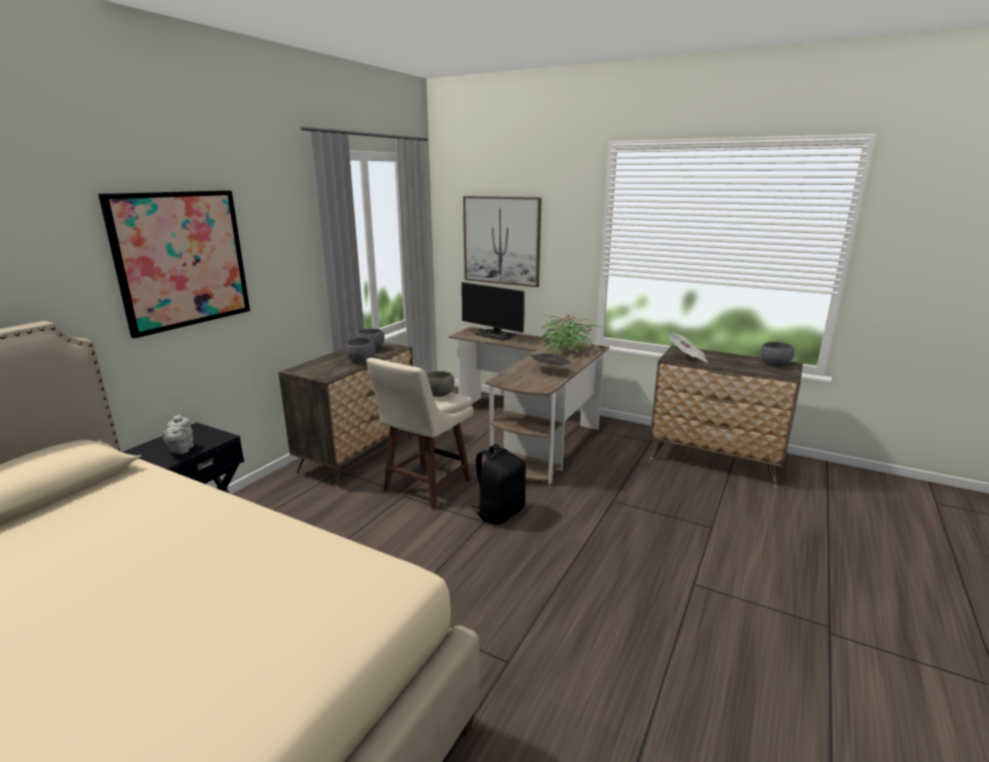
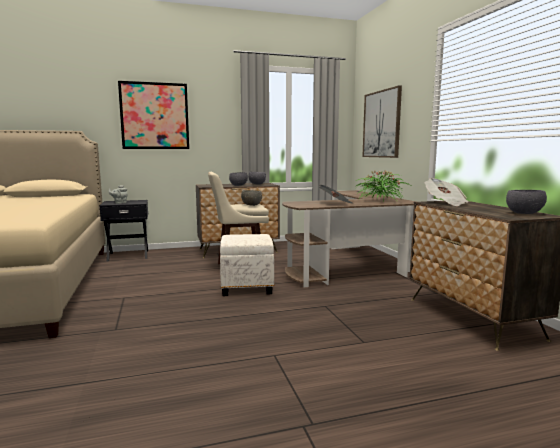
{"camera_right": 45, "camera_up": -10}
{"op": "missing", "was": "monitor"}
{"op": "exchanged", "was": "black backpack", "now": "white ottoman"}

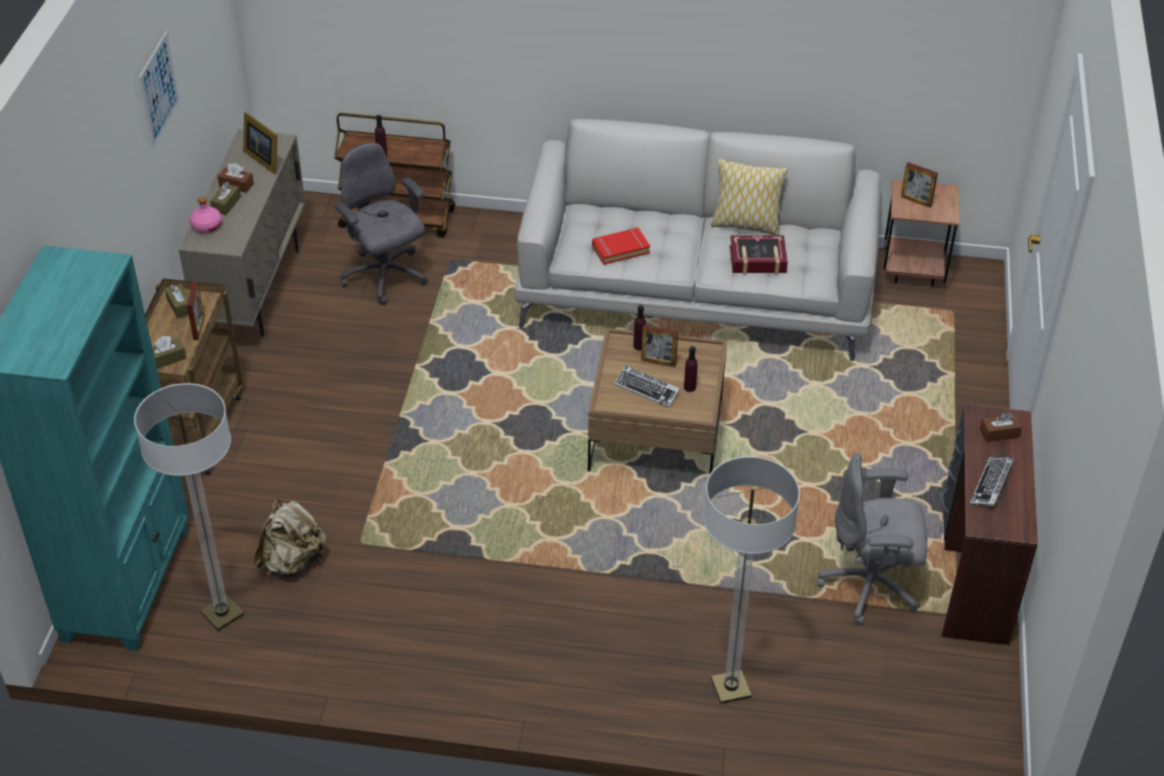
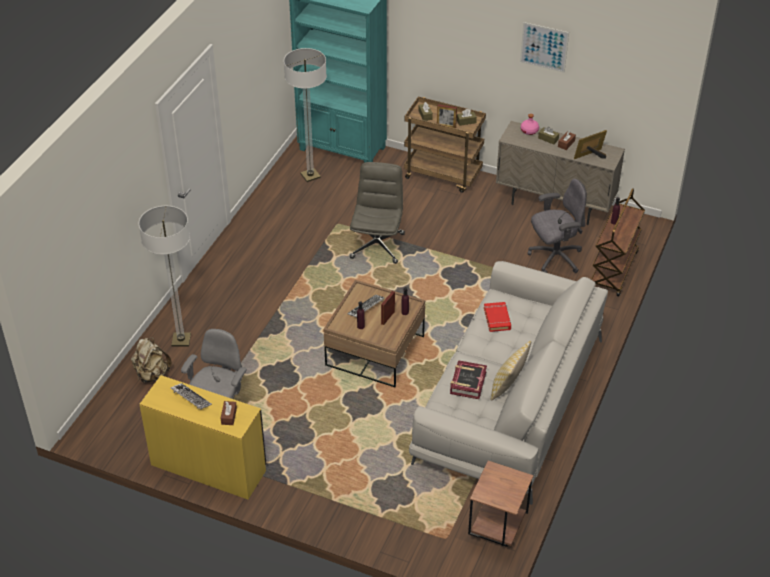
{"camera_right": 105, "camera_up": 0}
{"op": "missing", "was": "picture frame (no. 4 from left)"}
{"op": "appeared", "now": "grey office chair (no. 2 from left)"}
{"op": "relocated", "was": "beige backpack"}
{"op": "colour", "was": "brown desk", "now": "yellow desk"}

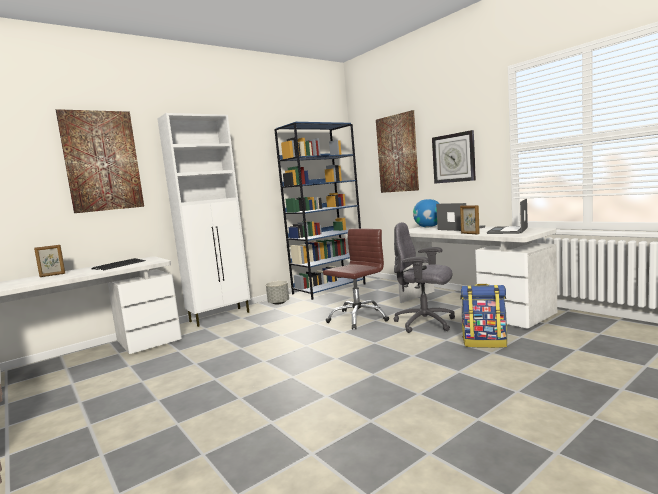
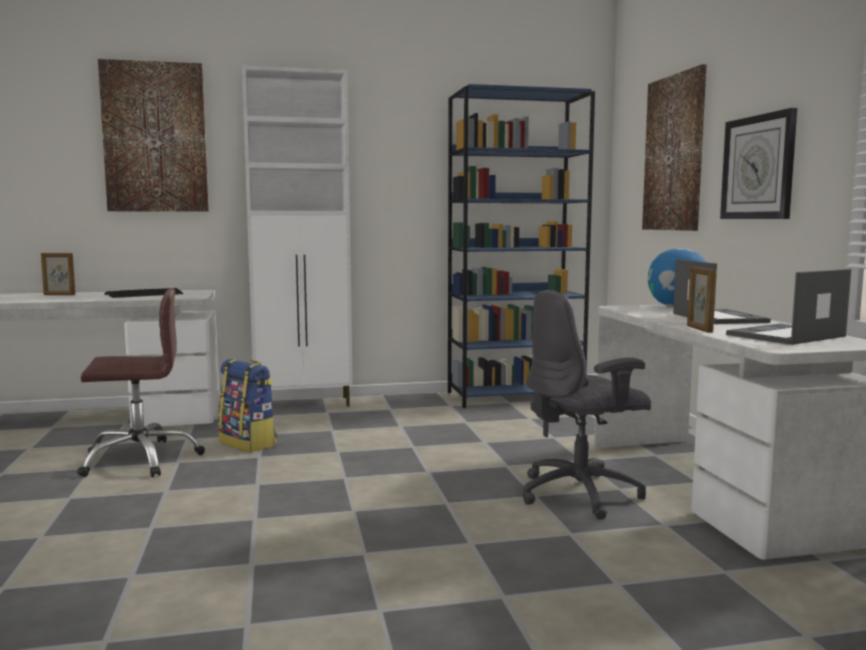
{"camera_right": 25, "camera_up": 0}
{"op": "missing", "was": "grey planter"}
{"op": "relocated", "was": "brown office chair"}
{"op": "relocated", "was": "backpack"}
{"op": "spun", "was": "grey office chair", "clockwise": -75}

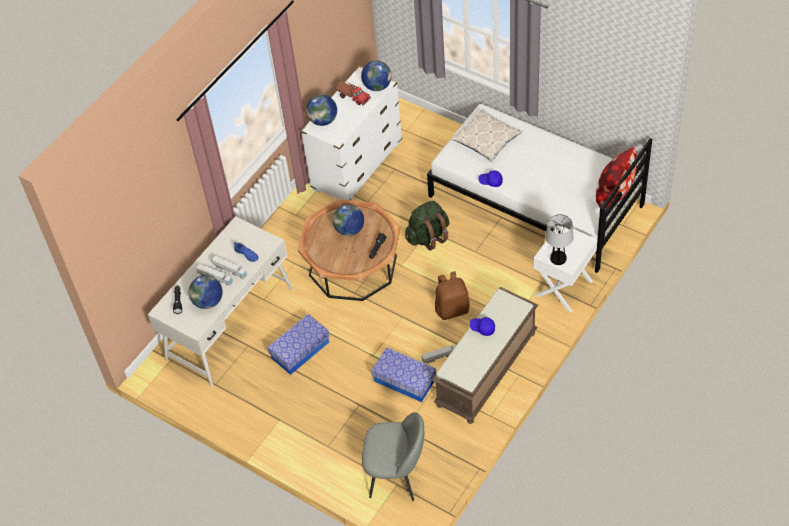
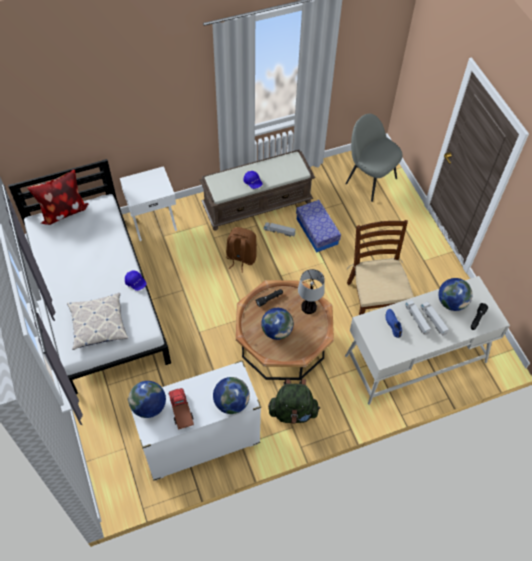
{"camera_right": -150, "camera_up": 5}
{"op": "relocated", "was": "green backpack"}
{"op": "relocated", "was": "table lamp"}
{"op": "exchanged", "was": "storage box (no. 1 from left)", "now": "brown chair"}

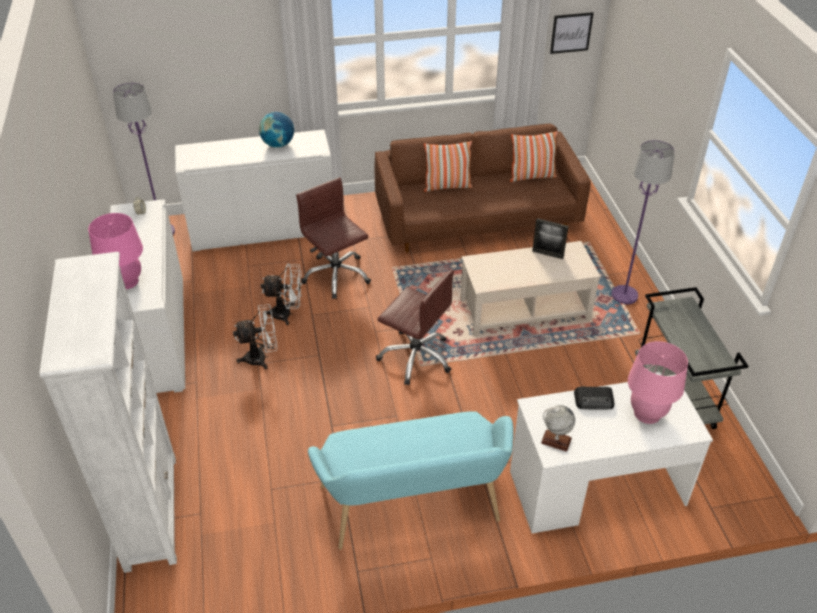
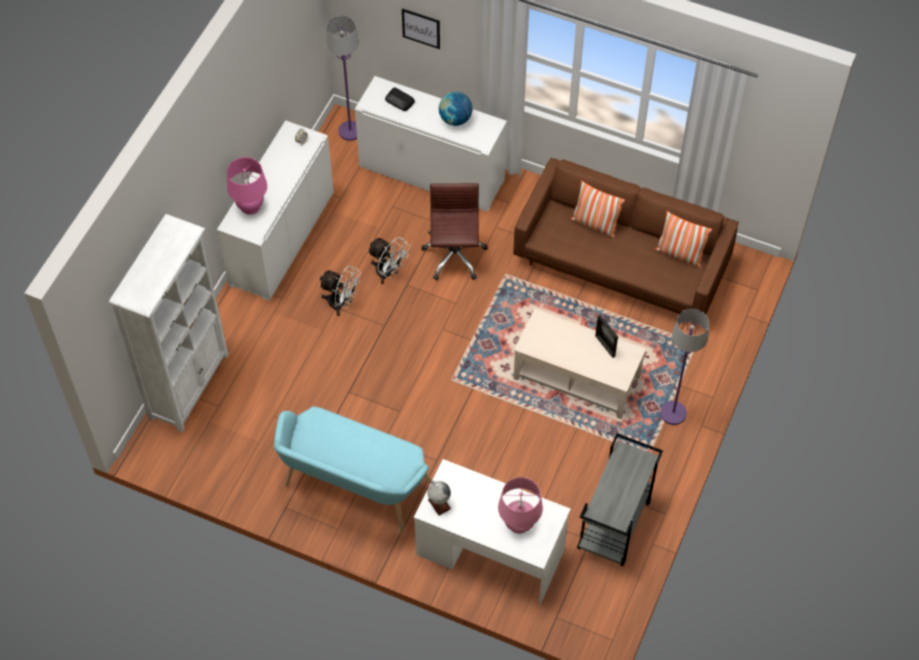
{"camera_right": 35, "camera_up": 15}
{"op": "missing", "was": "brown office chair (no. 2 from left)"}
{"op": "relocated", "was": "picture"}
{"op": "relocated", "was": "radio"}

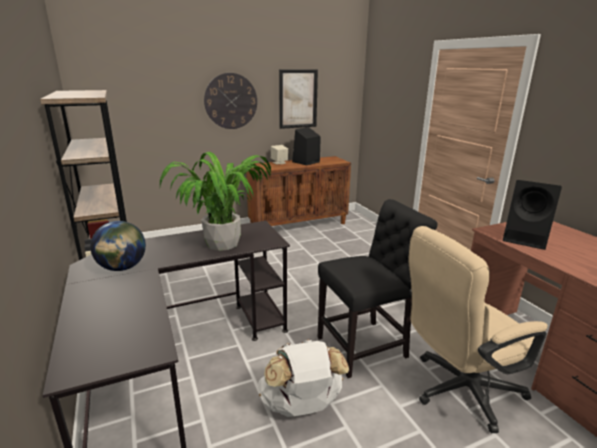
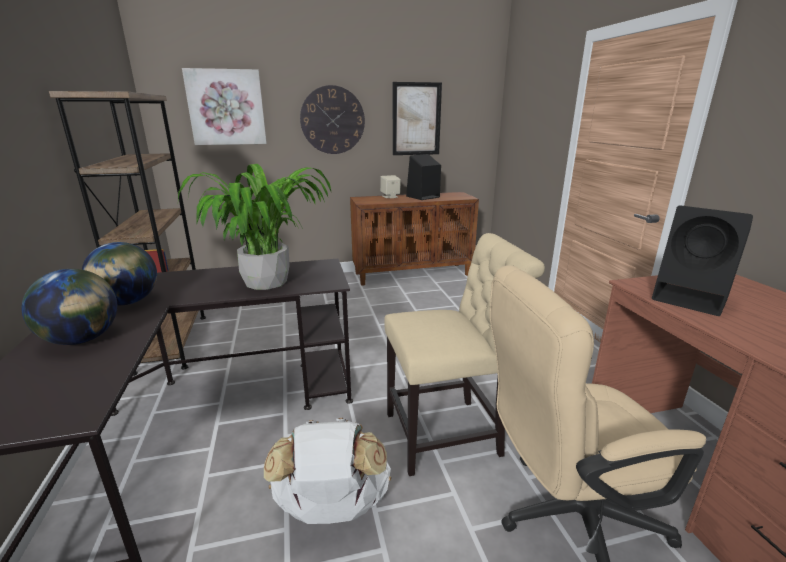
{"camera_right": 10, "camera_up": 0}
{"op": "appeared", "now": "globe (no. 1 from left)"}
{"op": "appeared", "now": "picture (no. 1 from left)"}
{"op": "colour", "was": "black chair", "now": "beige chair"}

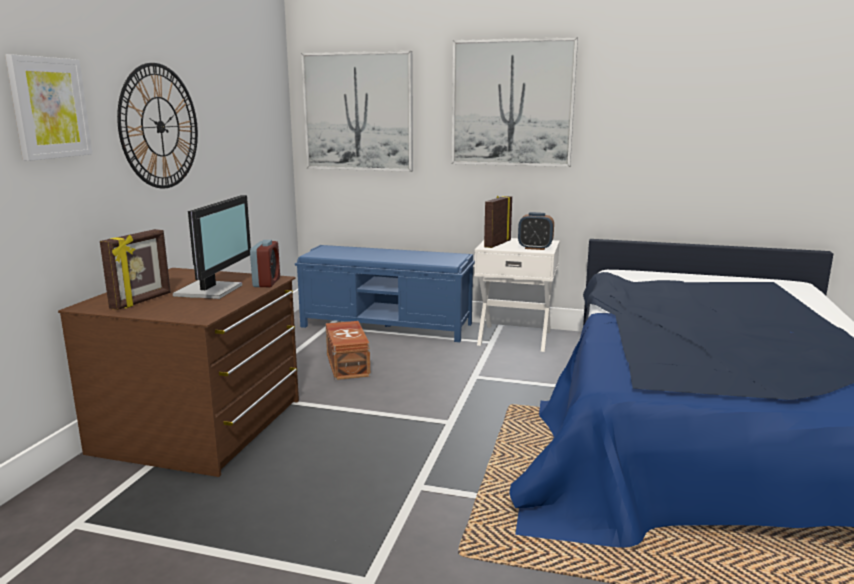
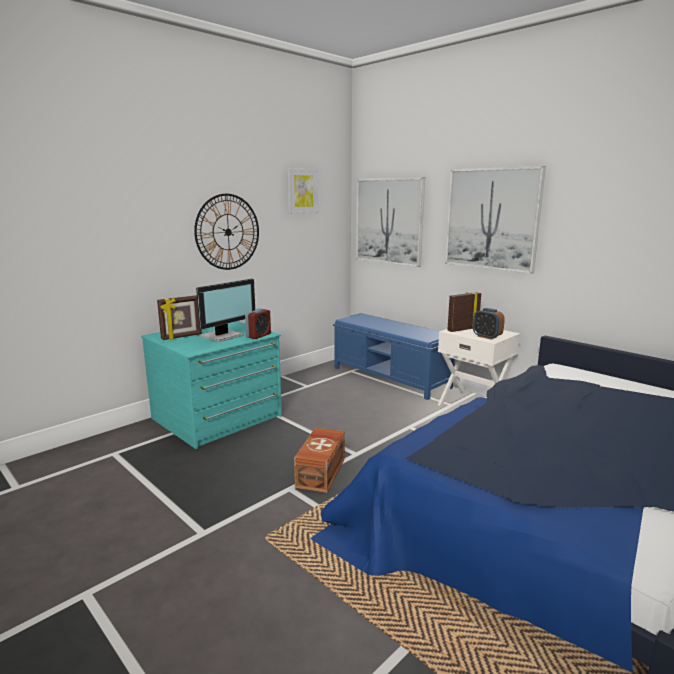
{"camera_right": 30, "camera_up": 0}
{"op": "relocated", "was": "picture (no. 1 from left)"}
{"op": "relocated", "was": "brown storage box"}
{"op": "colour", "was": "brown dresser", "now": "turquoise dresser"}

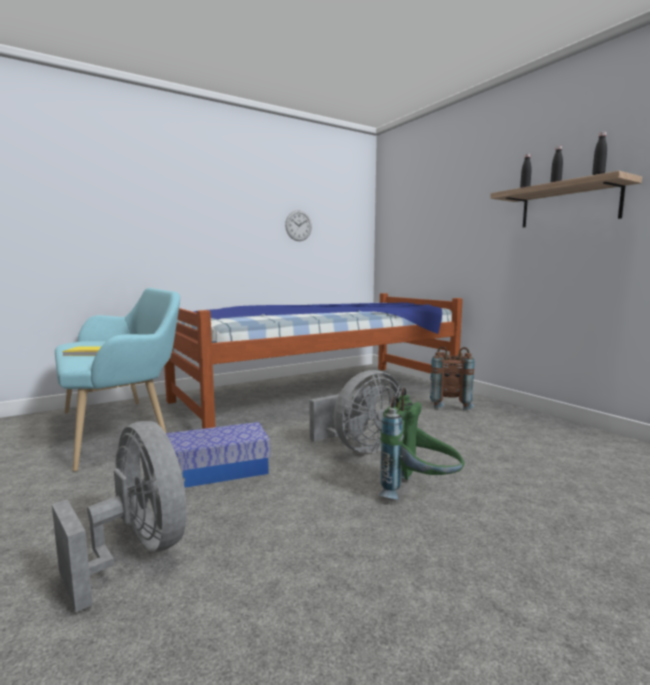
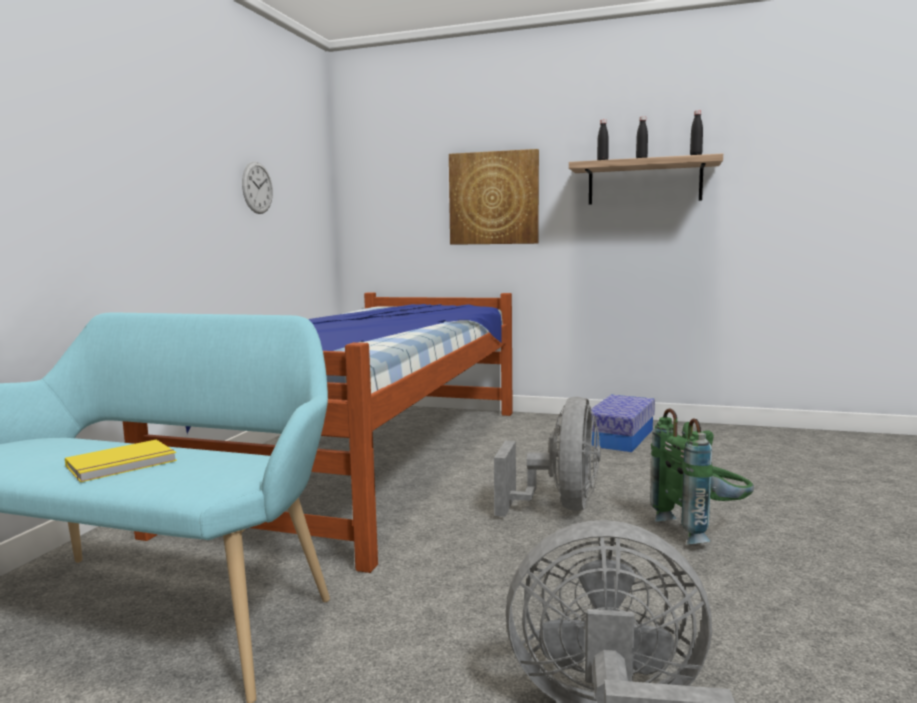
{"camera_right": -40, "camera_up": 0}
{"op": "missing", "was": "brown backpack"}
{"op": "appeared", "now": "picture"}
{"op": "relocated", "was": "storage box"}

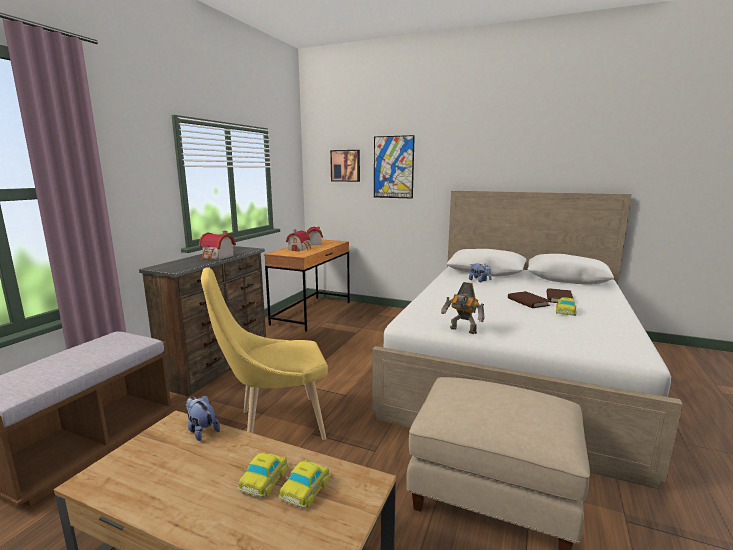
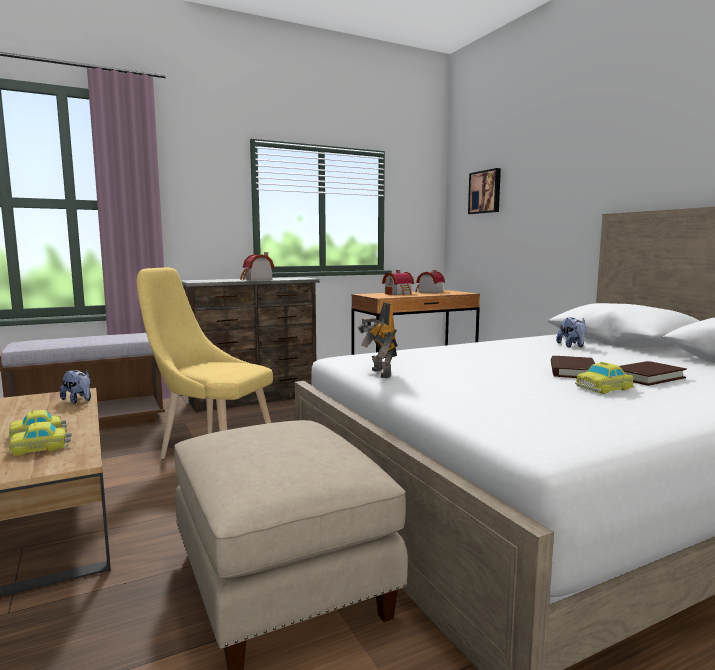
{"camera_right": 40, "camera_up": -5}
{"op": "missing", "was": "picture (no. 2 from left)"}
{"op": "spun", "was": "plush toy (no. 1 from left)", "clockwise": 135}

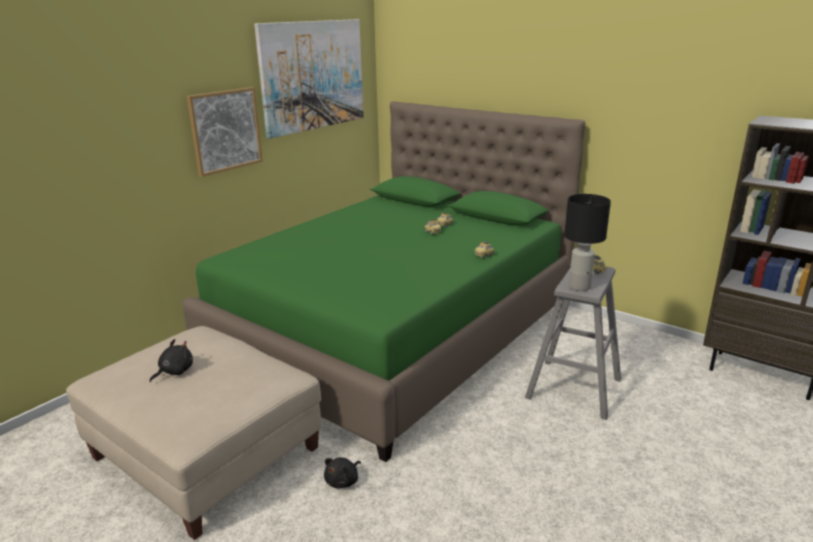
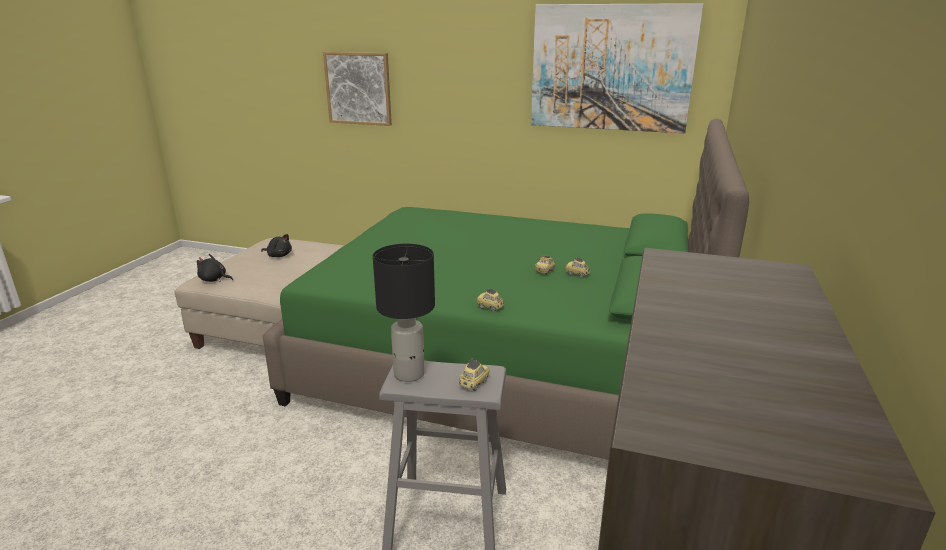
{"camera_right": 70, "camera_up": 0}
{"op": "relocated", "was": "picture (no. 1 from left)"}
{"op": "relocated", "was": "black plush toy (no. 2 from left in the first image)", "now": "black plush toy (no. 1 from left)"}

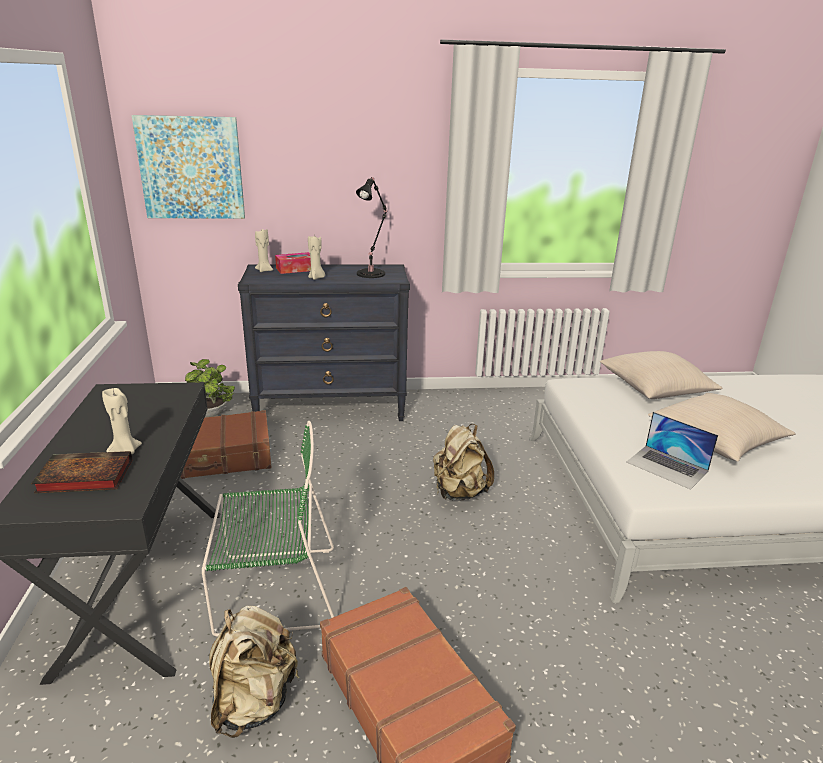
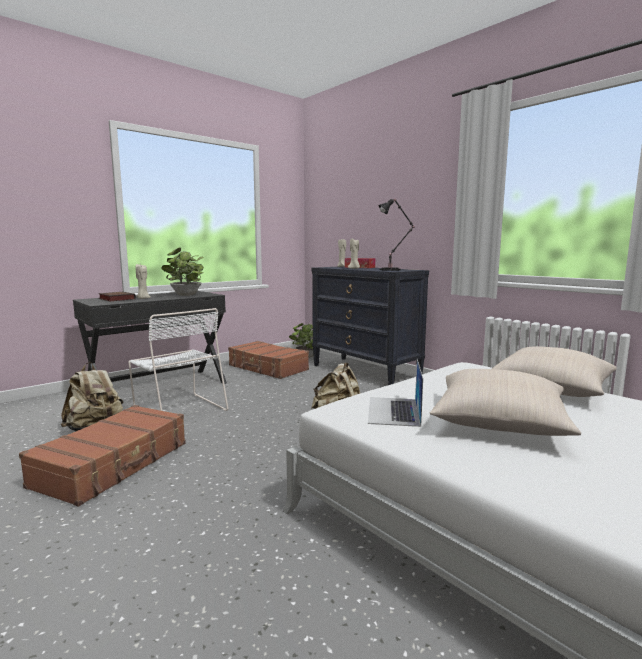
{"camera_right": 55, "camera_up": -15}
{"op": "missing", "was": "picture"}
{"op": "appeared", "now": "potted plant (no. 1 from left)"}
{"op": "colour", "was": "green chair", "now": "white chair"}

